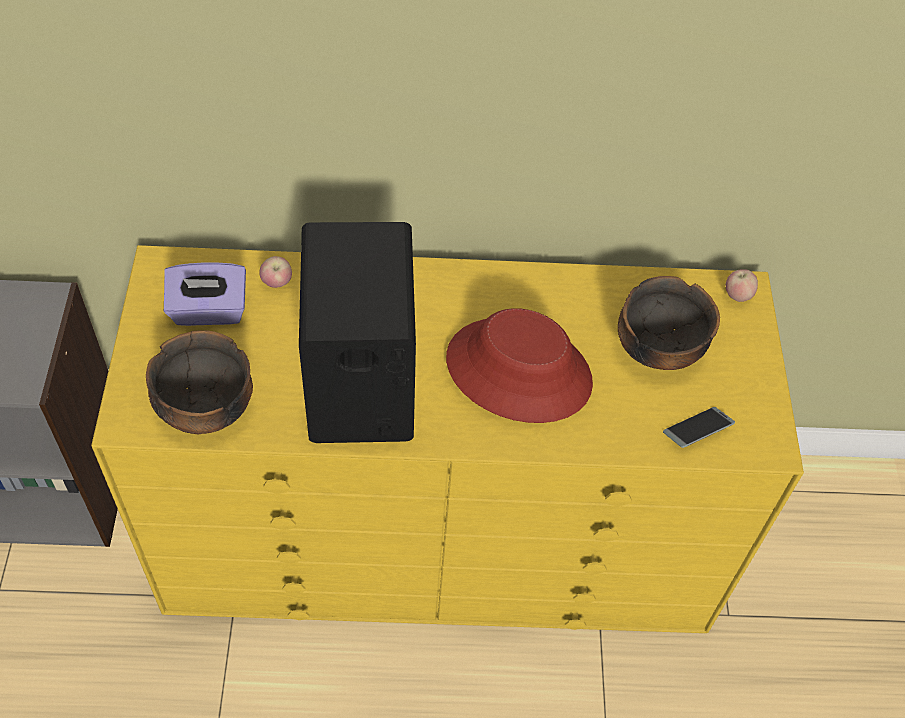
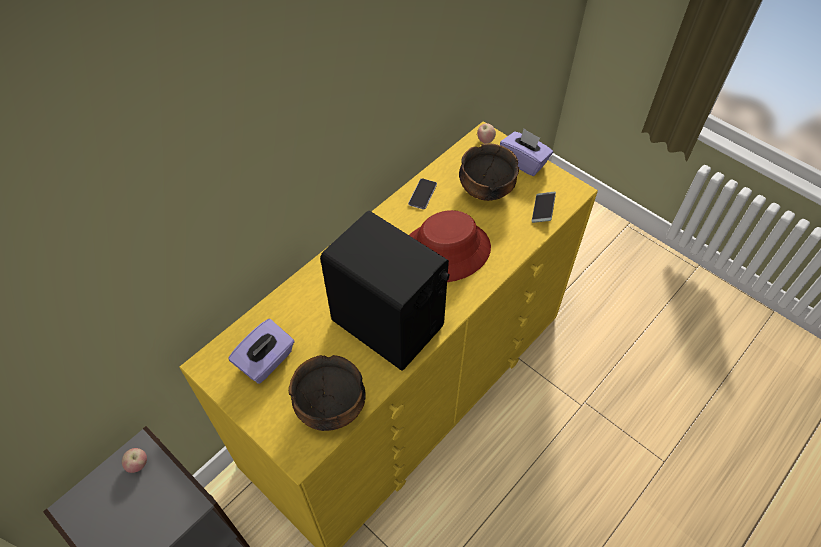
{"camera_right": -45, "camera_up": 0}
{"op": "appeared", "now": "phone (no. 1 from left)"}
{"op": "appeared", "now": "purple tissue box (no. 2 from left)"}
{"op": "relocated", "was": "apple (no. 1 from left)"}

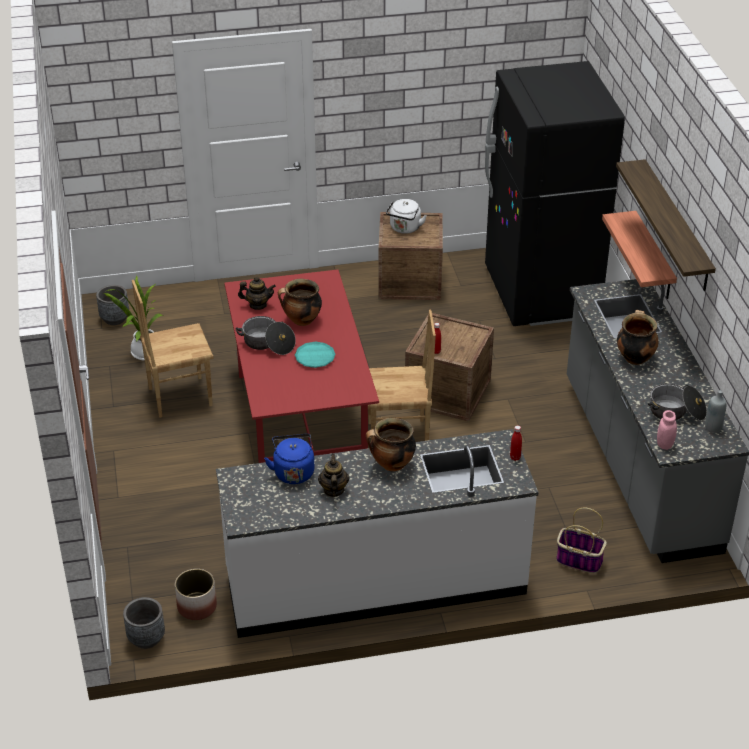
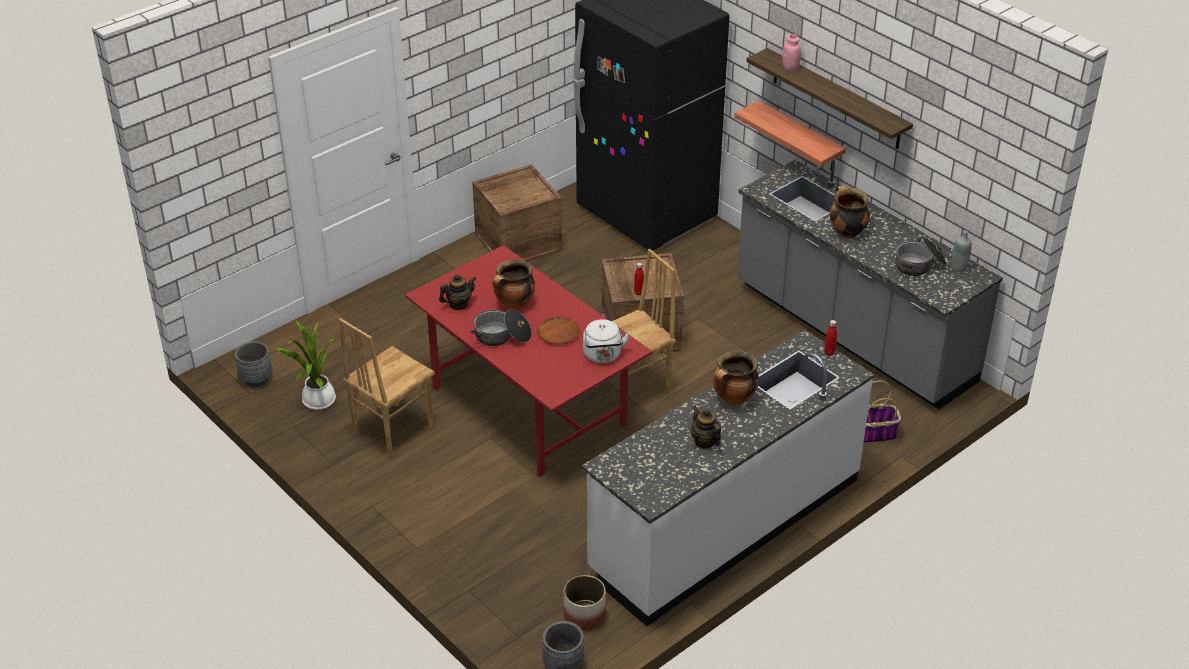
{"camera_right": -30, "camera_up": 0}
{"op": "missing", "was": "blue kettle"}
{"op": "relocated", "was": "white kettle"}
{"op": "relocated", "was": "pink jar"}
{"op": "colour", "was": "turquoise plate", "now": "brown plate"}

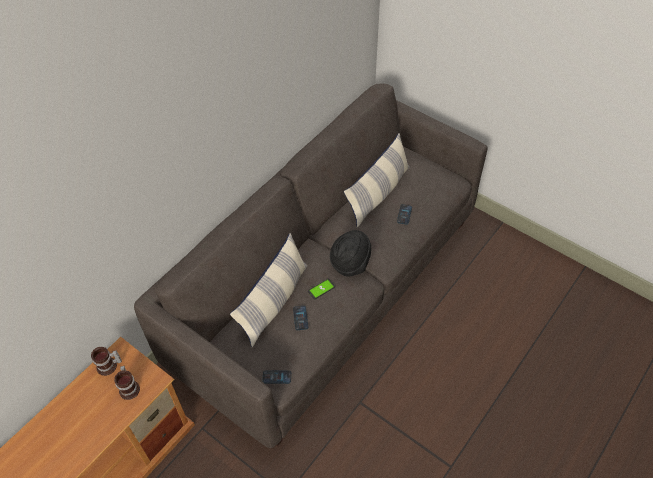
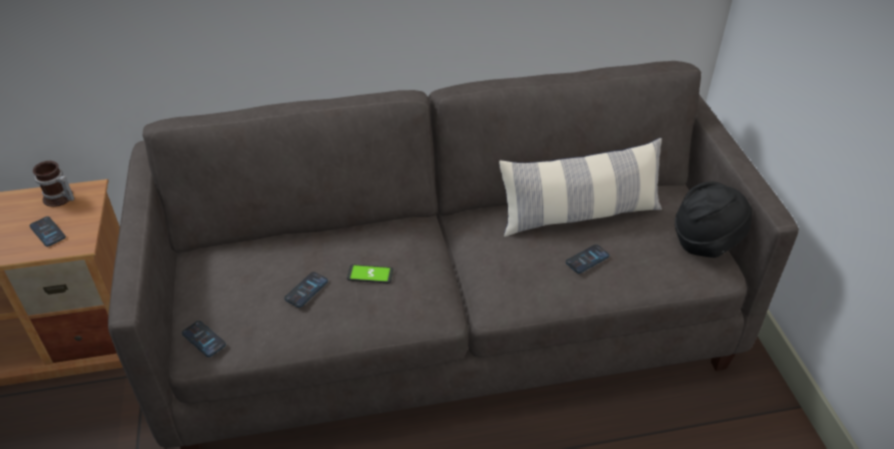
{"camera_right": 40, "camera_up": -10}
{"op": "missing", "was": "pillow (no. 1 from left)"}
{"op": "relocated", "was": "black hat"}
{"op": "exchanged", "was": "mug (no. 2 from left)", "now": "phone (no. 1 from left)"}

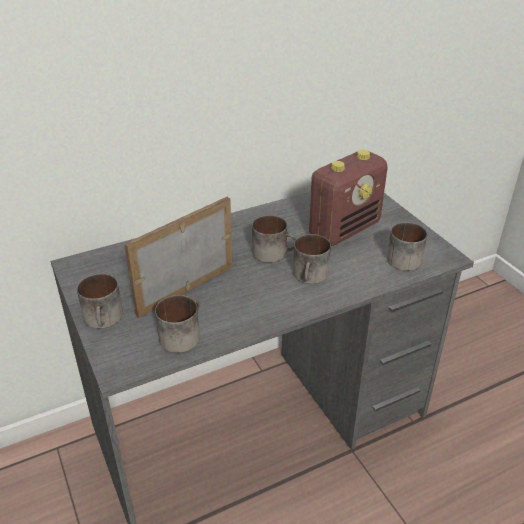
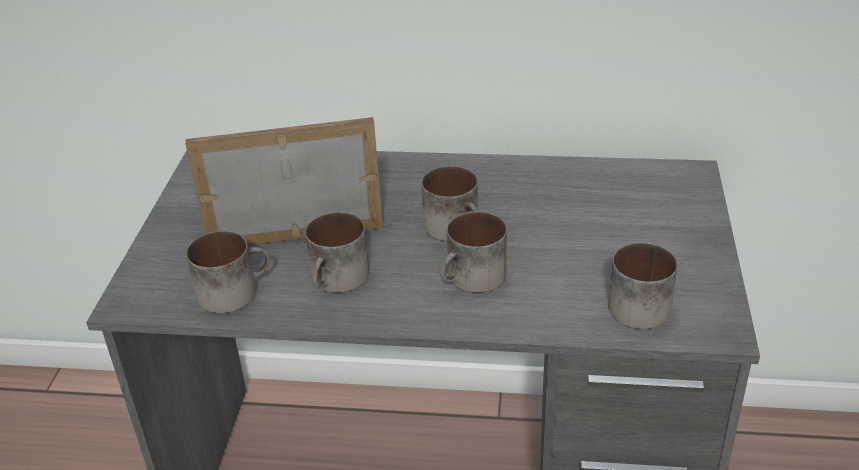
{"camera_right": 35, "camera_up": 0}
{"op": "missing", "was": "radio"}
{"op": "relocated", "was": "mug (no. 1 from left in the first image)", "now": "mug (no. 2 from left)"}

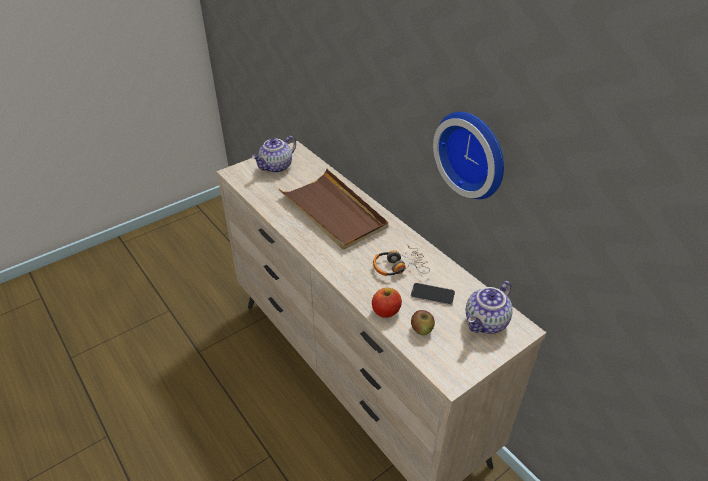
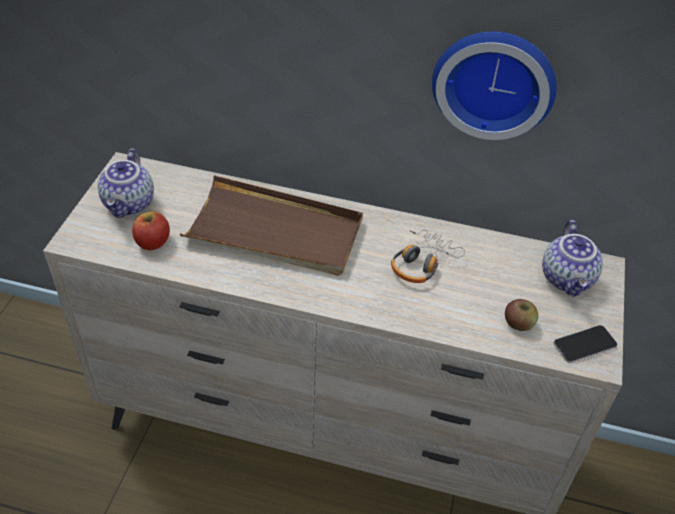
{"camera_right": -40, "camera_up": 5}
{"op": "relocated", "was": "apple (no. 1 from left)"}
{"op": "relocated", "was": "phone"}

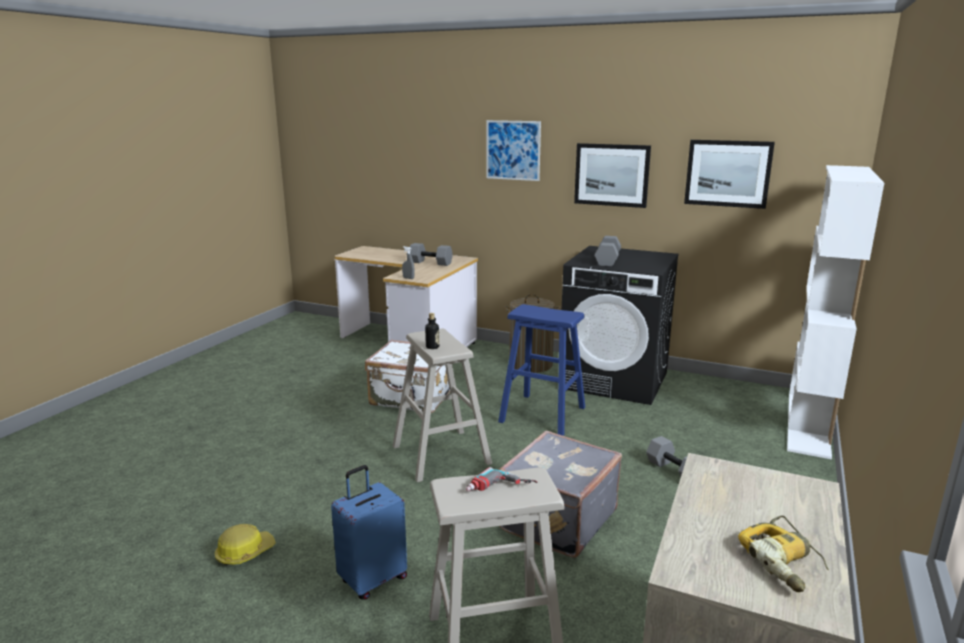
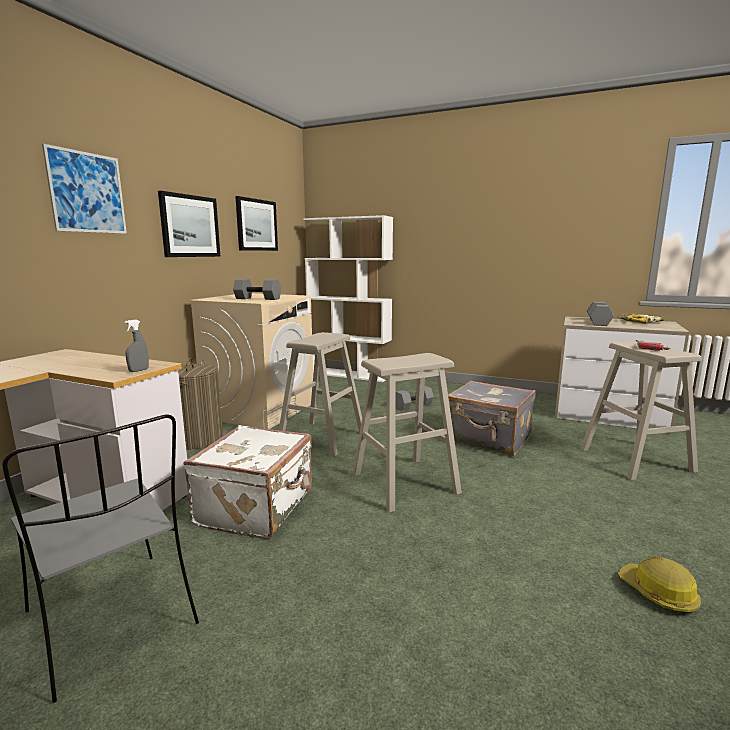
{"camera_right": -90, "camera_up": -5}
{"op": "missing", "was": "blue suitcase"}
{"op": "missing", "was": "bottle"}
{"op": "appeared", "now": "grey chair"}
{"op": "relocated", "was": "grey dumbbell (no. 1 from left in the first image)", "now": "grey dumbbell (no. 3 from left)"}
{"op": "colour", "was": "blue stool", "now": "beige stool (no. 1 from left)"}
{"op": "colour", "was": "black washing machine", "now": "beige washing machine"}

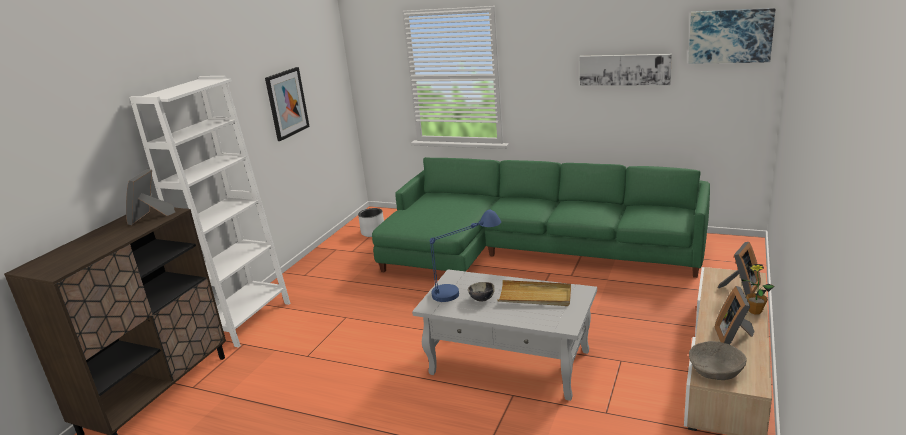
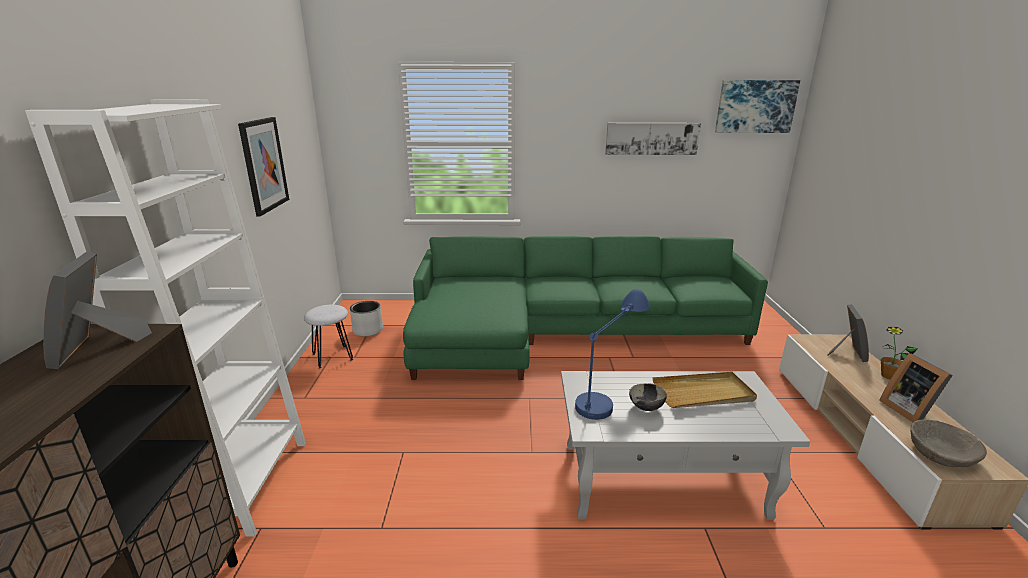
{"camera_right": -25, "camera_up": 0}
{"op": "appeared", "now": "white stool"}

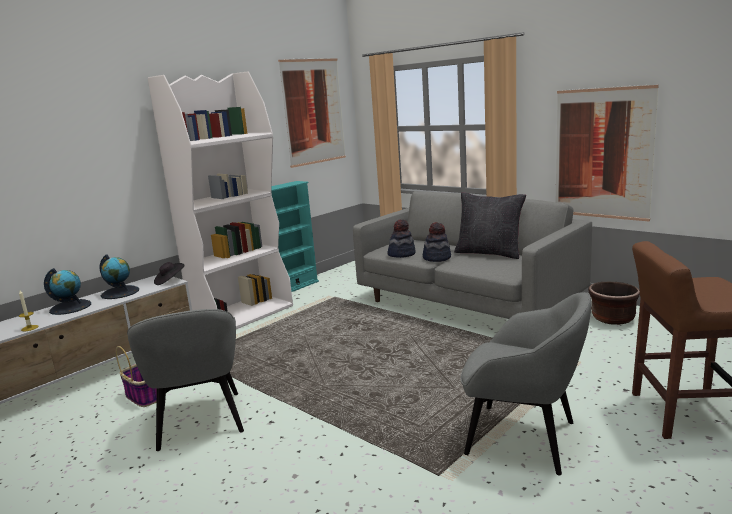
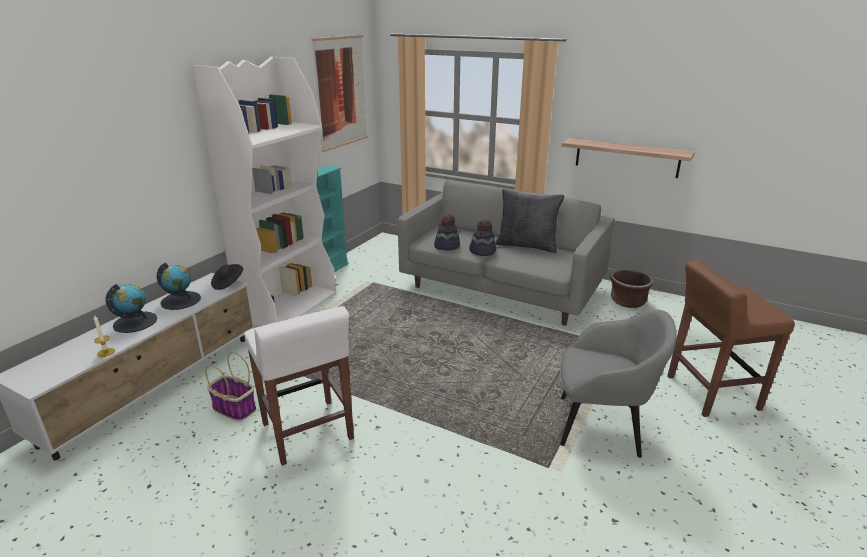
{"camera_right": -15, "camera_up": 10}
{"op": "exchanged", "was": "grey armchair (no. 1 from left)", "now": "white stool"}
{"op": "exchanged", "was": "picture (no. 2 from left)", "now": "shelf"}

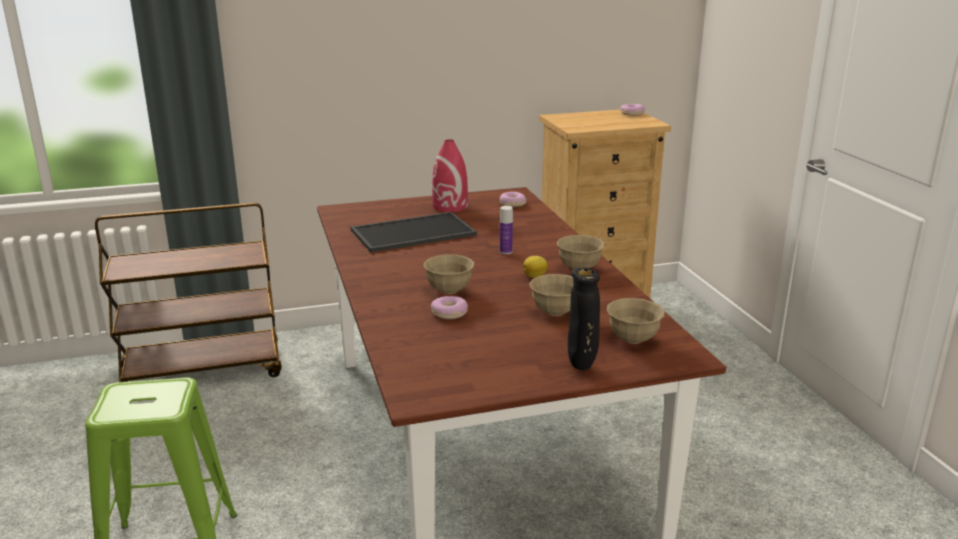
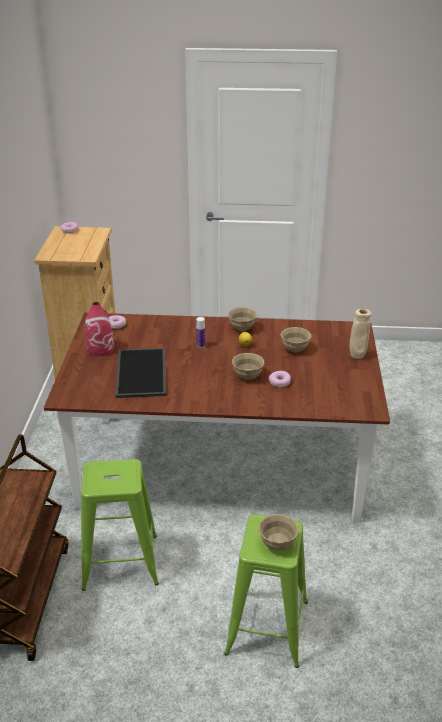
{"camera_right": -70, "camera_up": 10}
{"op": "appeared", "now": "green stool (no. 1 from left)"}
{"op": "relocated", "was": "beige bowl (no. 4 from left in the first image)", "now": "beige bowl (no. 3 from left)"}
{"op": "colour", "was": "black vase", "now": "beige vase"}

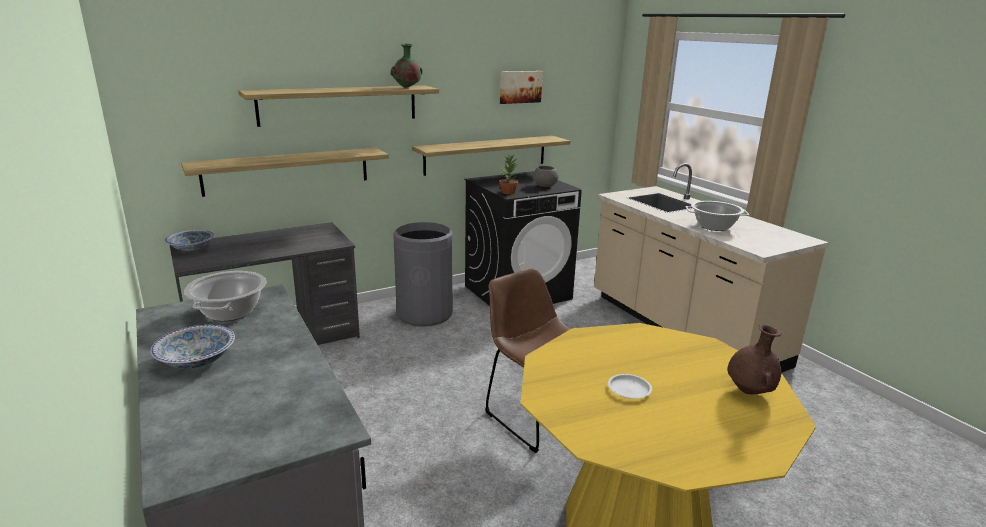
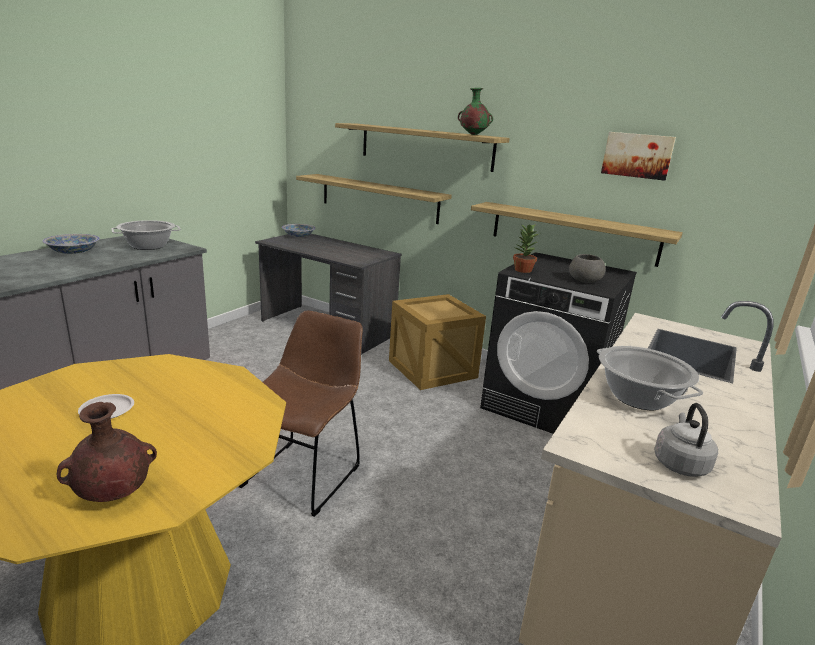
{"camera_right": 60, "camera_up": 0}
{"op": "appeared", "now": "grey kettle"}
{"op": "exchanged", "was": "grey trash can", "now": "crate"}

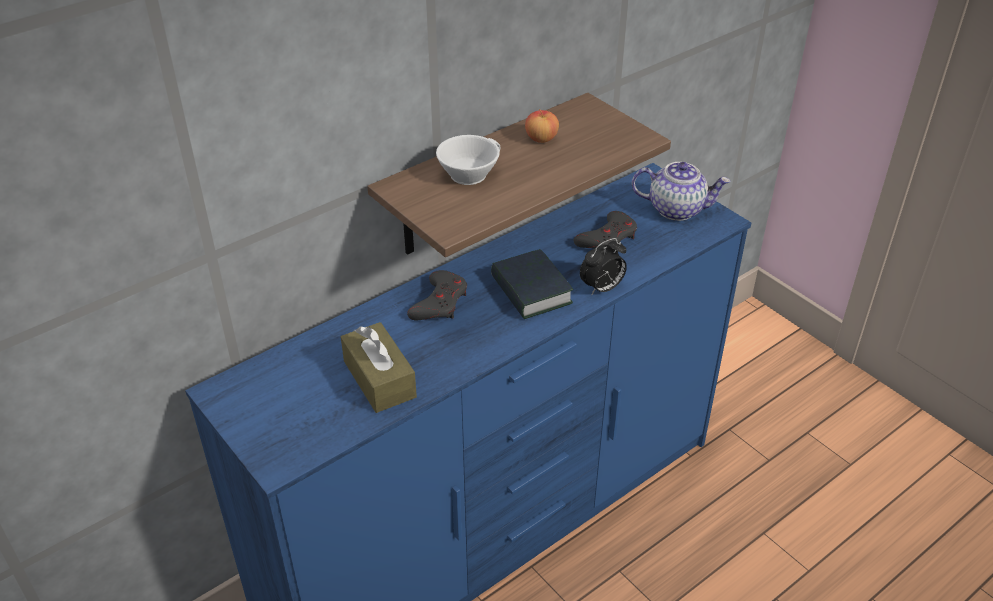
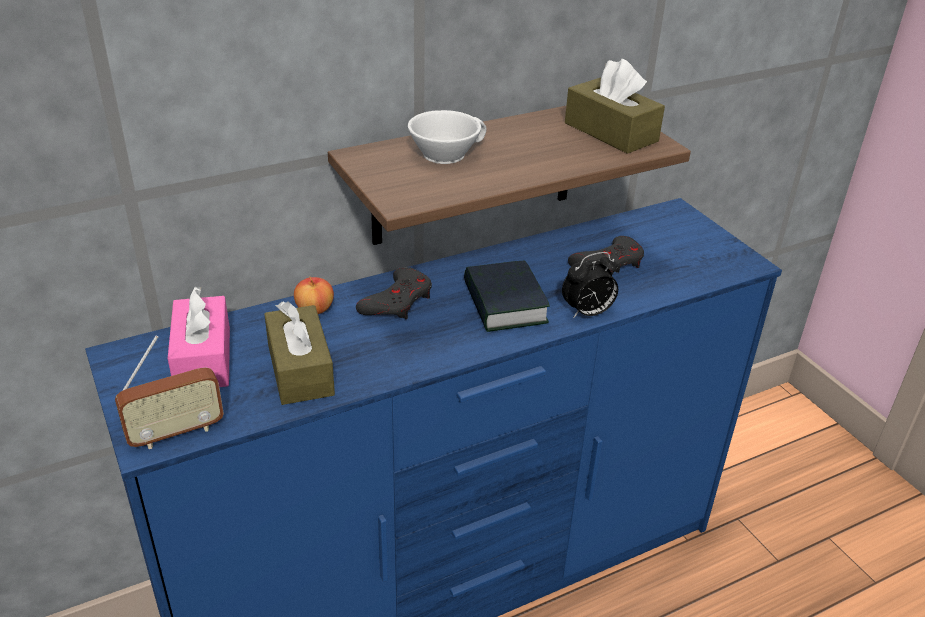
{"camera_right": 10, "camera_up": -5}
{"op": "missing", "was": "teapot"}
{"op": "appeared", "now": "radio"}
{"op": "appeared", "now": "pink tissue box"}
{"op": "appeared", "now": "brown tissue box (no. 2 from left)"}
{"op": "relocated", "was": "apple"}

